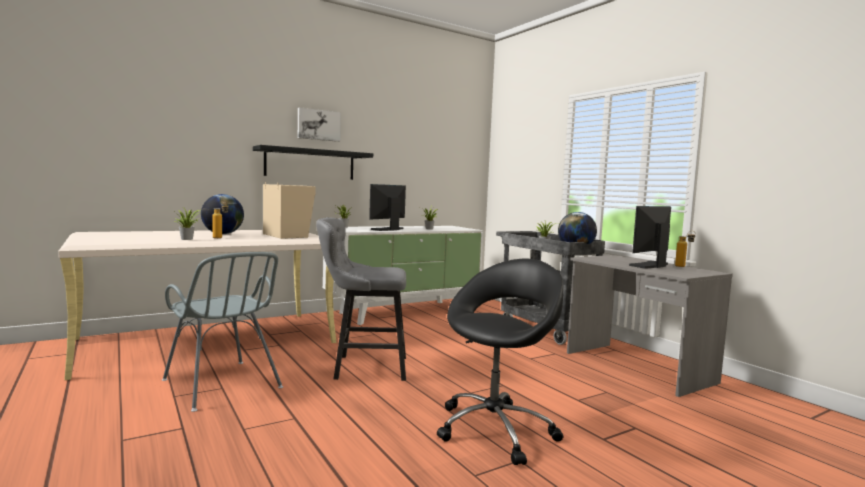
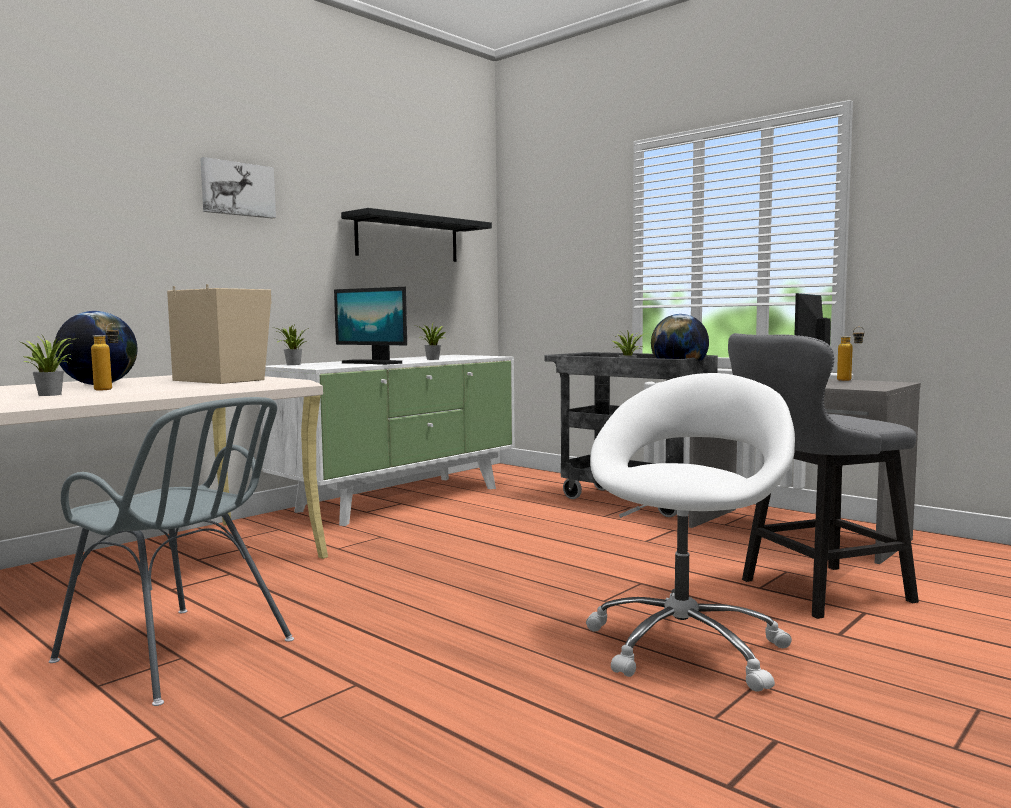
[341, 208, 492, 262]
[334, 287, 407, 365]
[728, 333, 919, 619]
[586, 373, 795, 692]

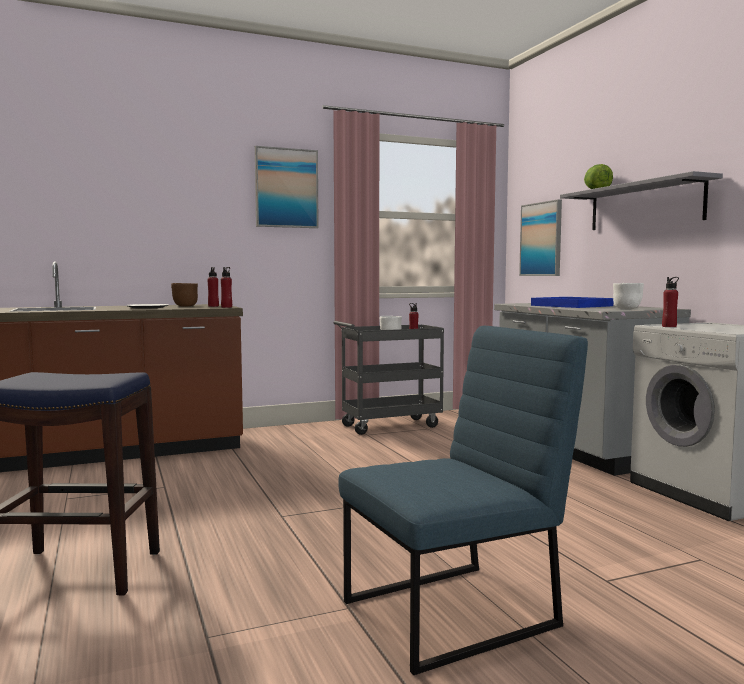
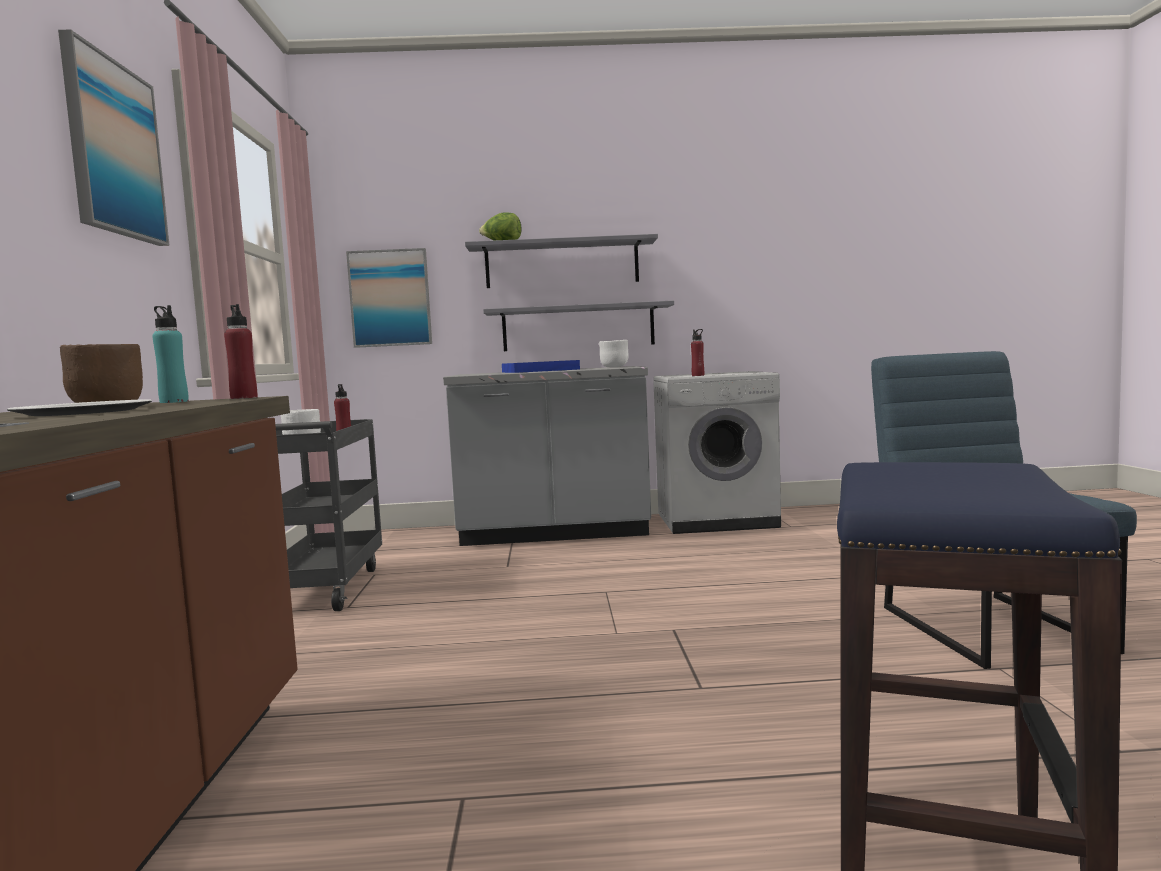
[152, 305, 189, 403]
[483, 300, 674, 351]

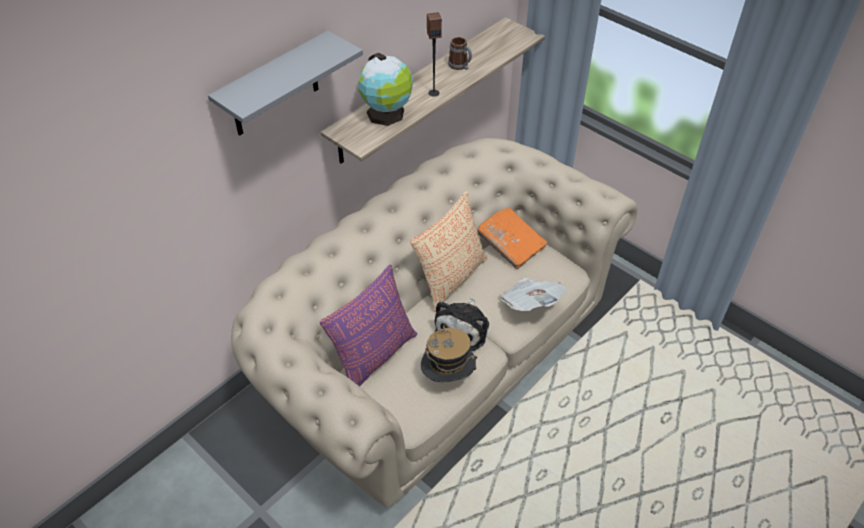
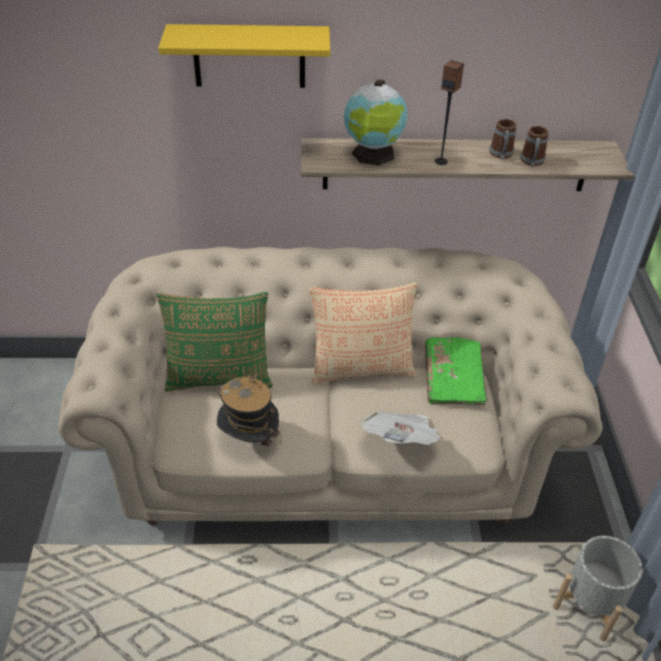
[158, 24, 330, 88]
[425, 337, 488, 405]
[156, 292, 273, 392]
[434, 298, 489, 351] (first image)
[520, 126, 549, 167]
[553, 536, 643, 641]

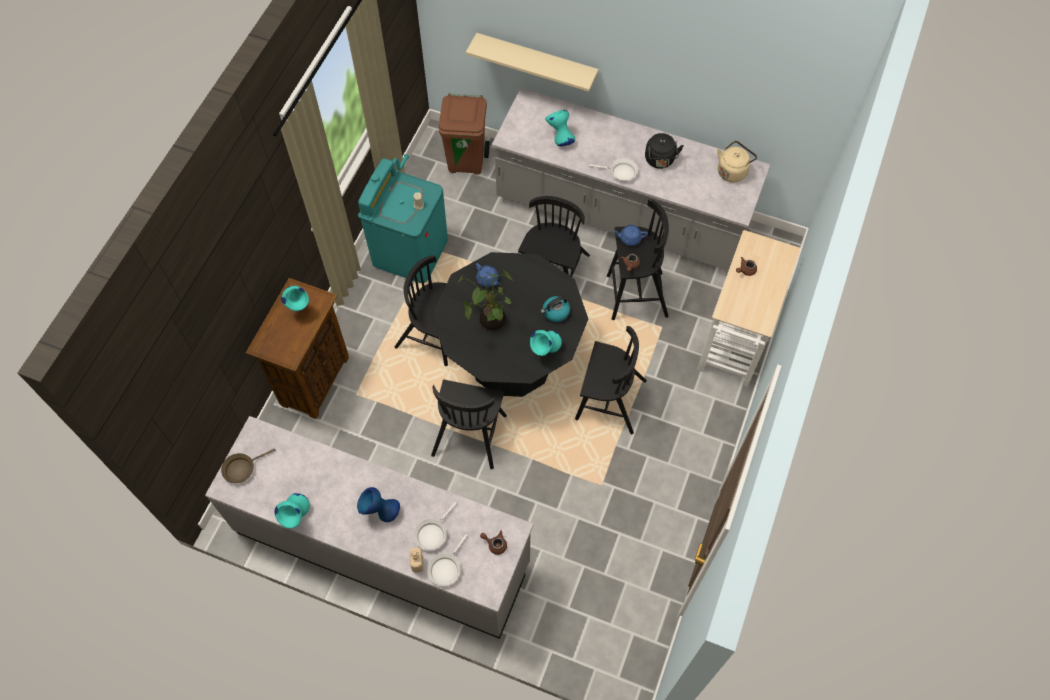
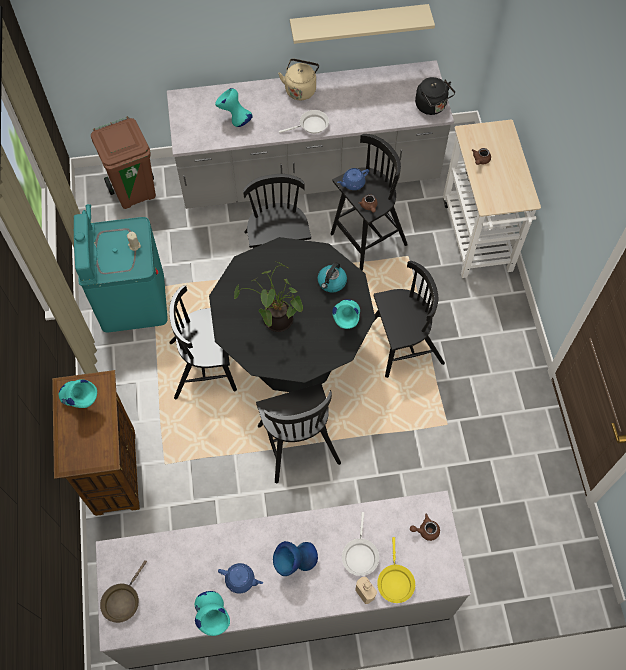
[290, 4, 435, 44]
[415, 77, 455, 115]
[278, 58, 319, 100]
[218, 563, 263, 594]
[377, 537, 415, 603]

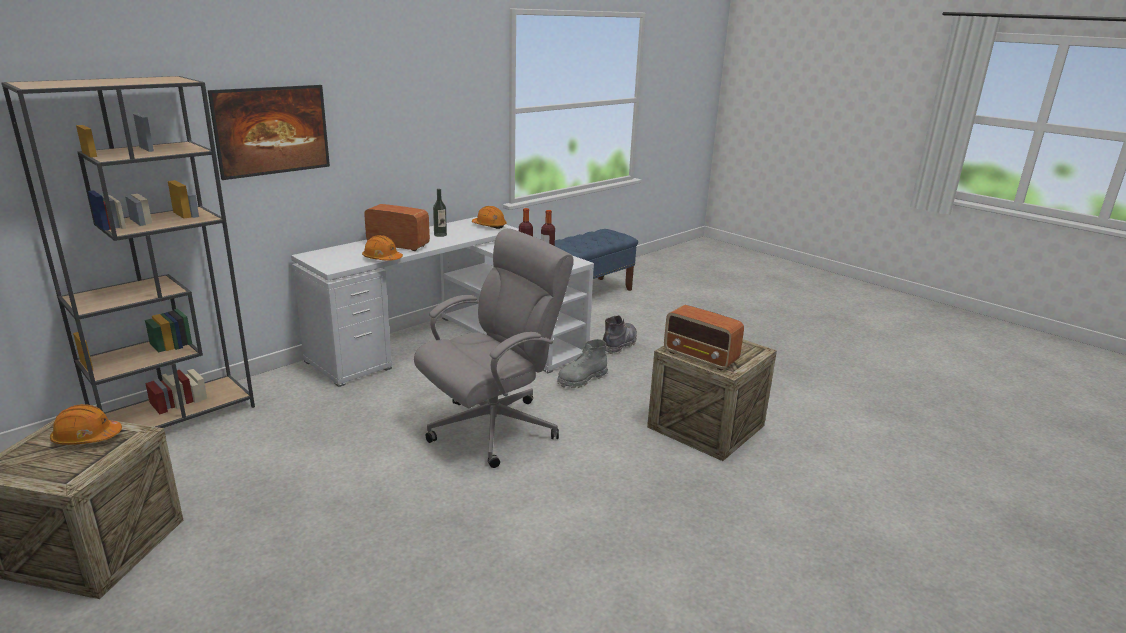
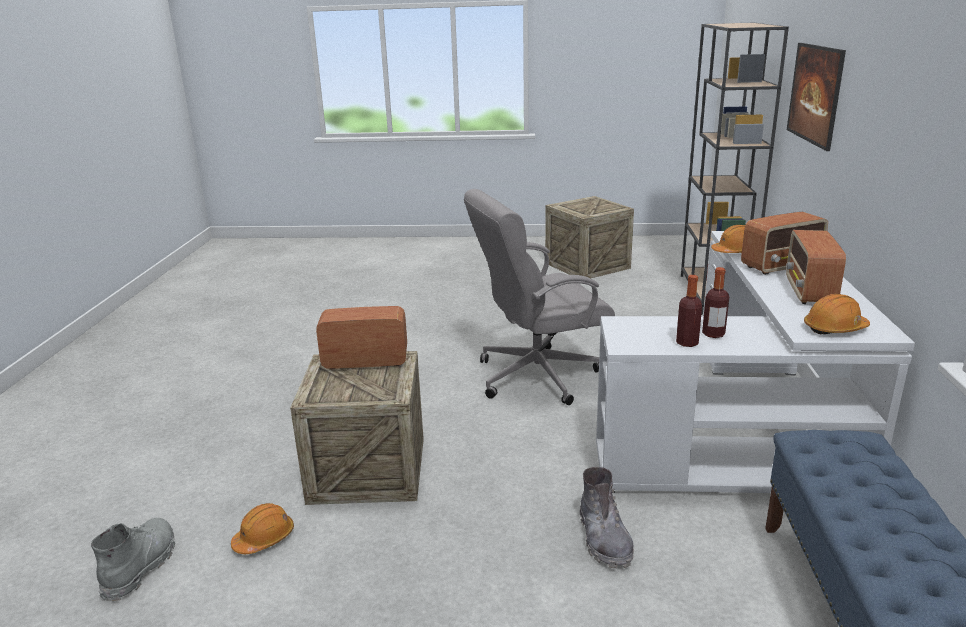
[786, 230, 846, 304]
[464, 189, 615, 405]
[91, 518, 175, 601]
[231, 503, 294, 554]

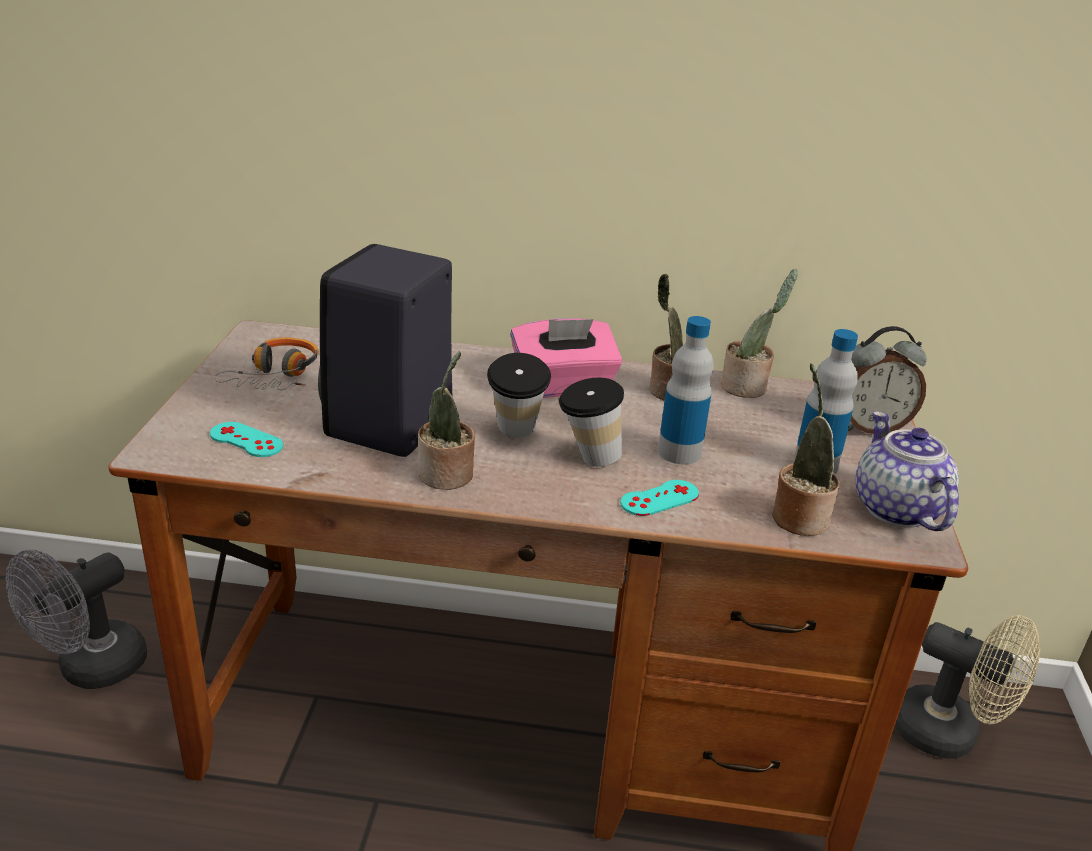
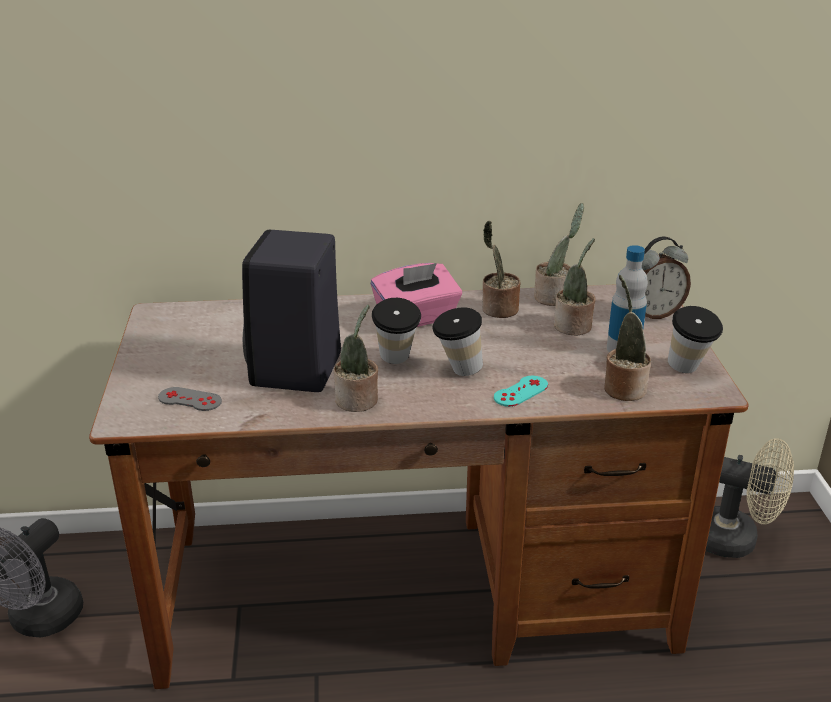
[658, 316, 714, 465] (first image)
[214, 338, 319, 390] (first image)
[668, 306, 723, 373]
[158, 387, 222, 411]
[554, 238, 596, 335]

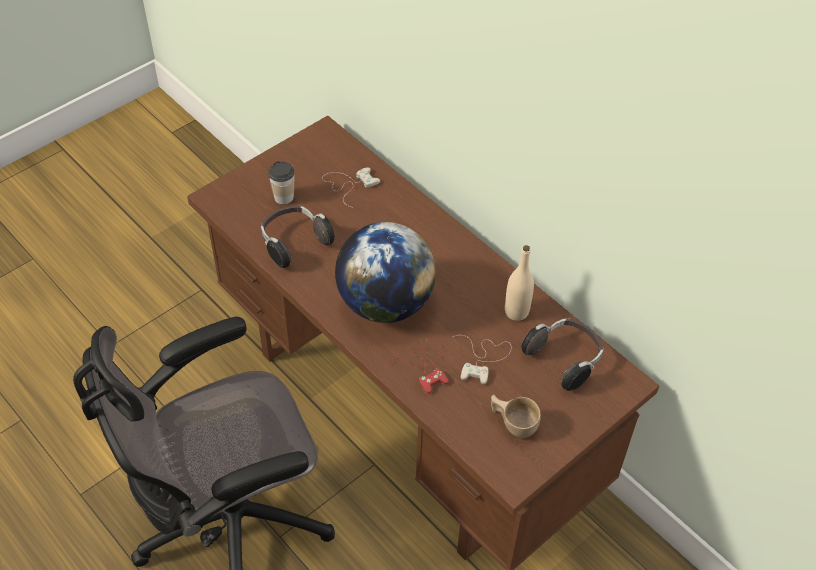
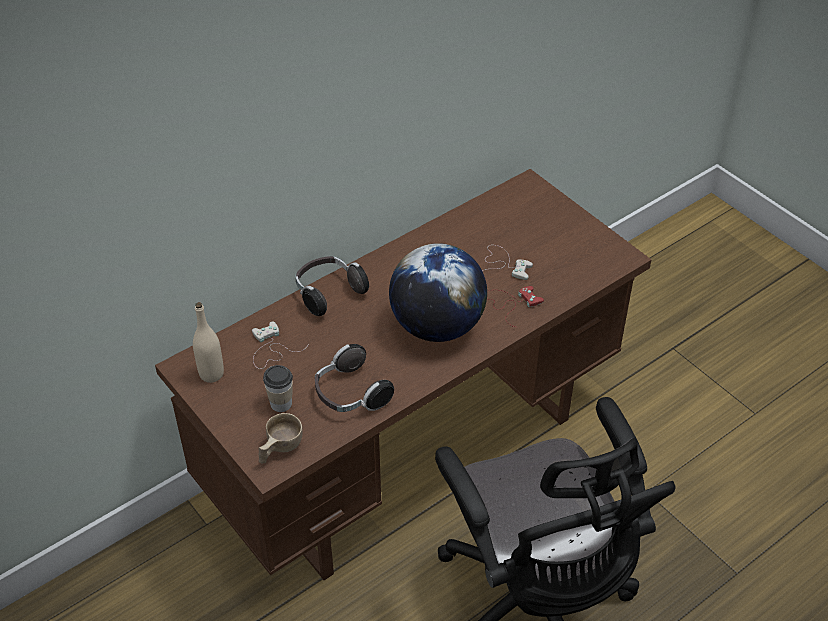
[193, 302, 224, 383]
[295, 256, 369, 316]
[258, 413, 303, 463]

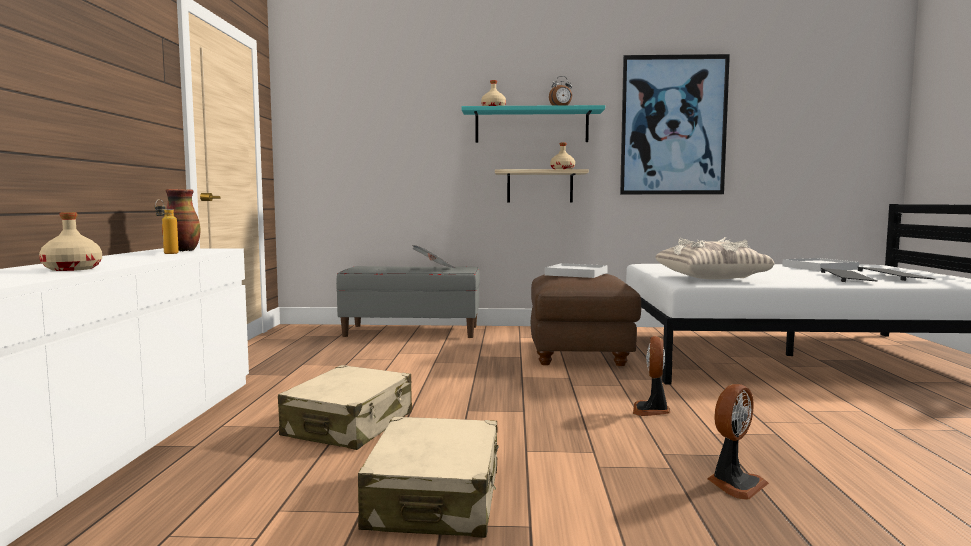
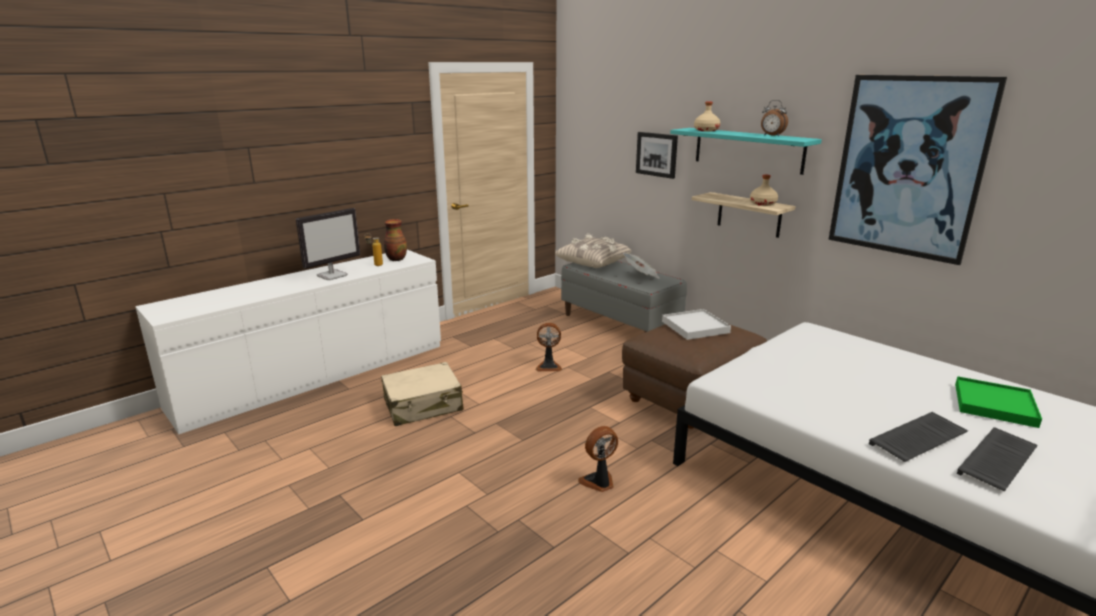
[39, 212, 102, 271] (first image)
[555, 233, 632, 268]
[955, 376, 1042, 428]
[536, 323, 562, 371]
[358, 417, 499, 538] (first image)
[636, 132, 678, 179]
[296, 208, 360, 280]

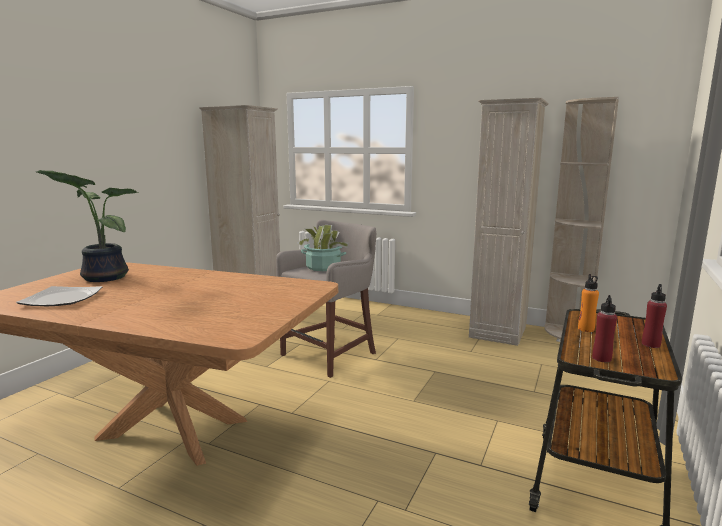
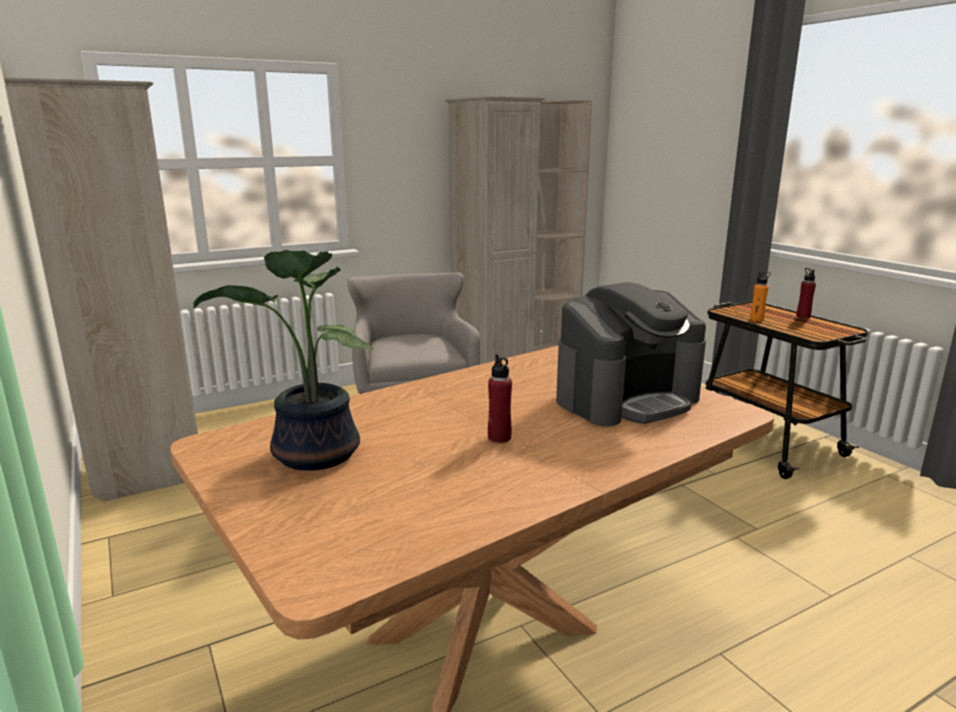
[297, 225, 349, 271] (first image)
[16, 286, 102, 307] (first image)
[488, 354, 512, 443]
[556, 282, 706, 426]

